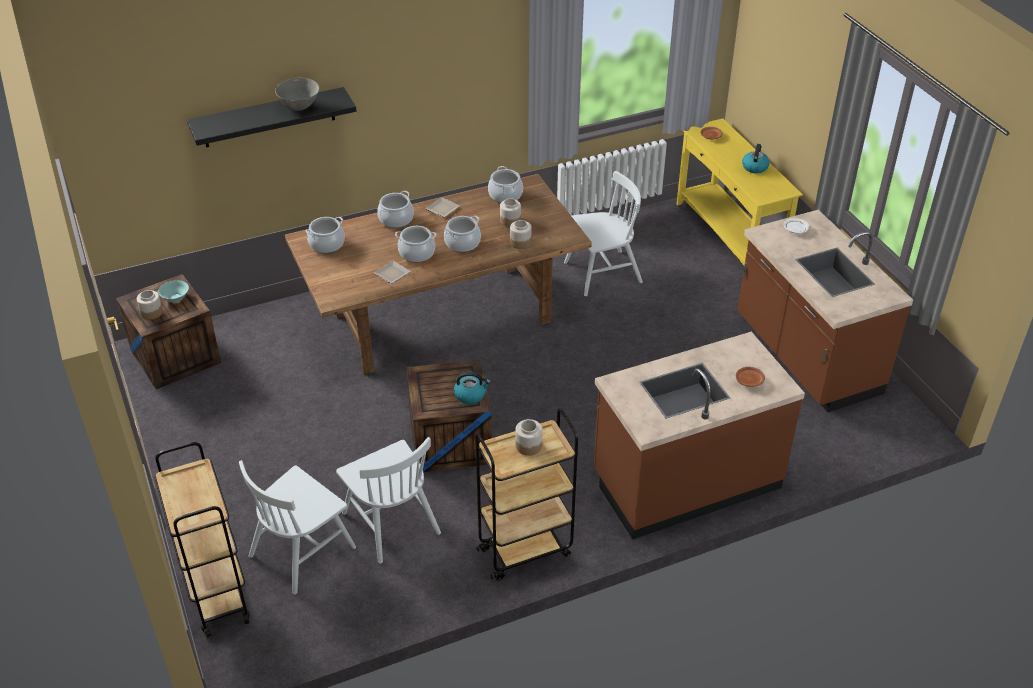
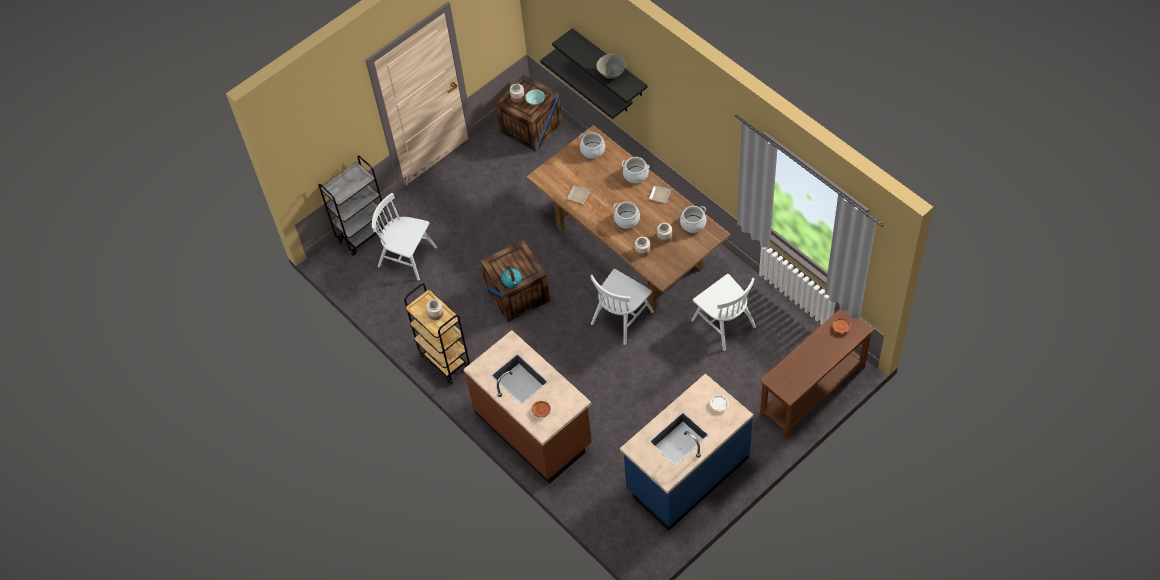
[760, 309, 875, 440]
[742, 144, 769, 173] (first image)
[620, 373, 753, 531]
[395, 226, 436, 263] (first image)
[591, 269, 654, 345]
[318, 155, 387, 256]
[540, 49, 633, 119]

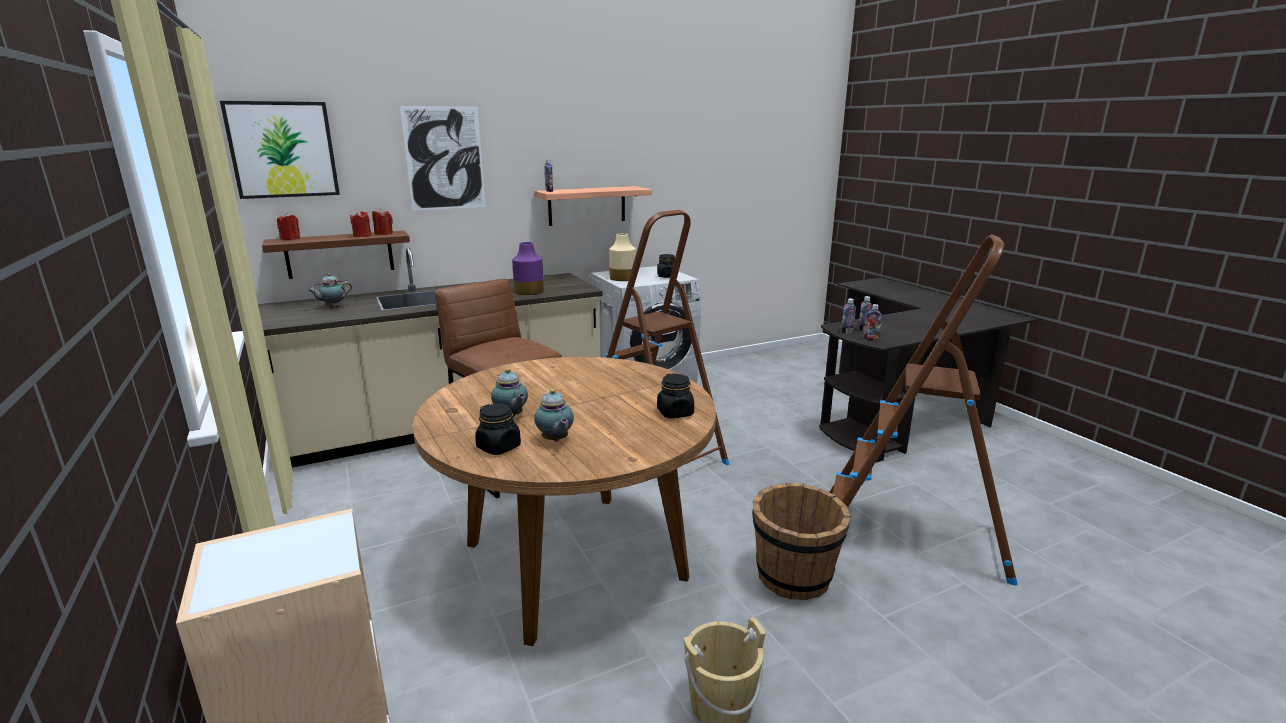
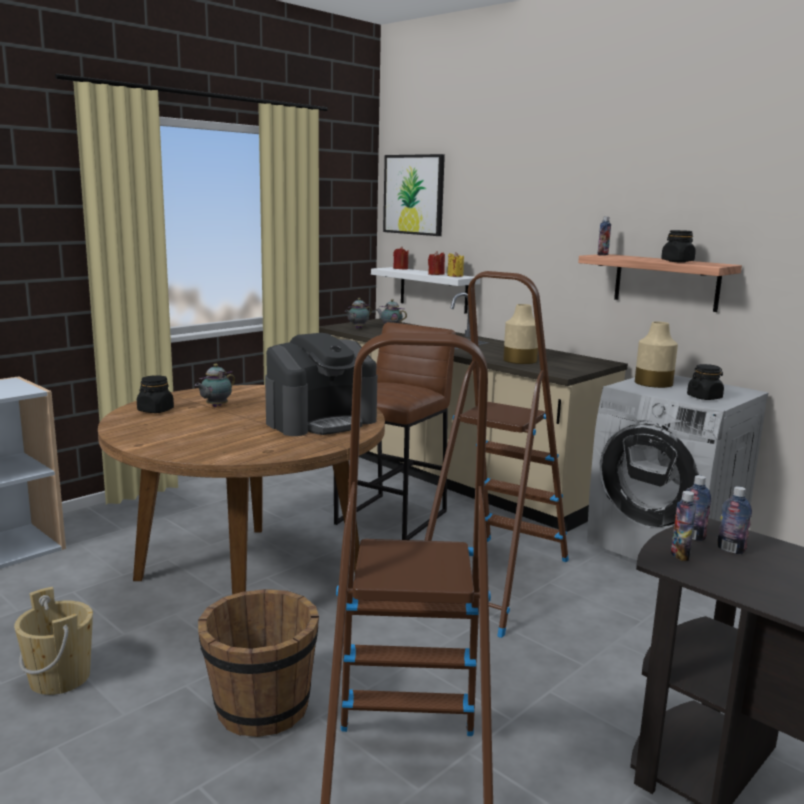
[400, 106, 486, 211] (first image)
[447, 252, 464, 277]
[371, 267, 480, 314]
[503, 304, 538, 364]
[661, 230, 696, 262]
[344, 298, 372, 329]
[265, 333, 377, 436]

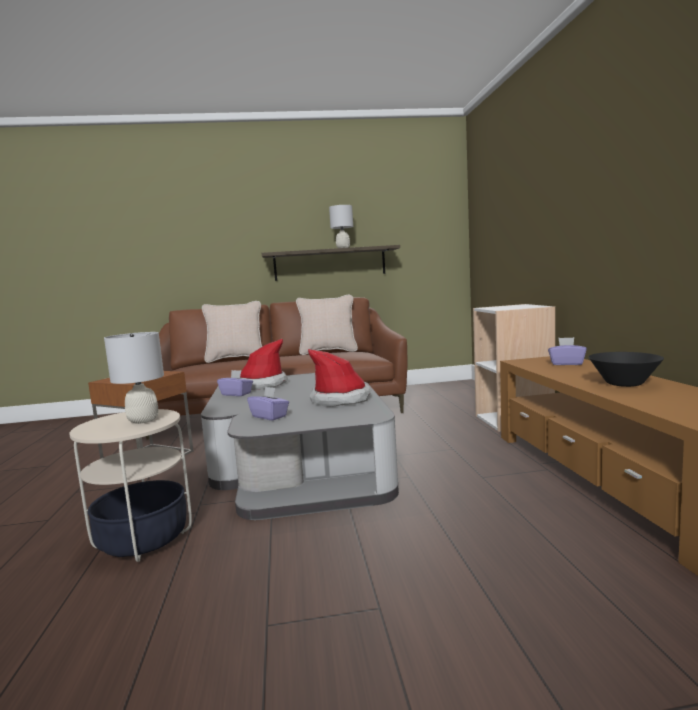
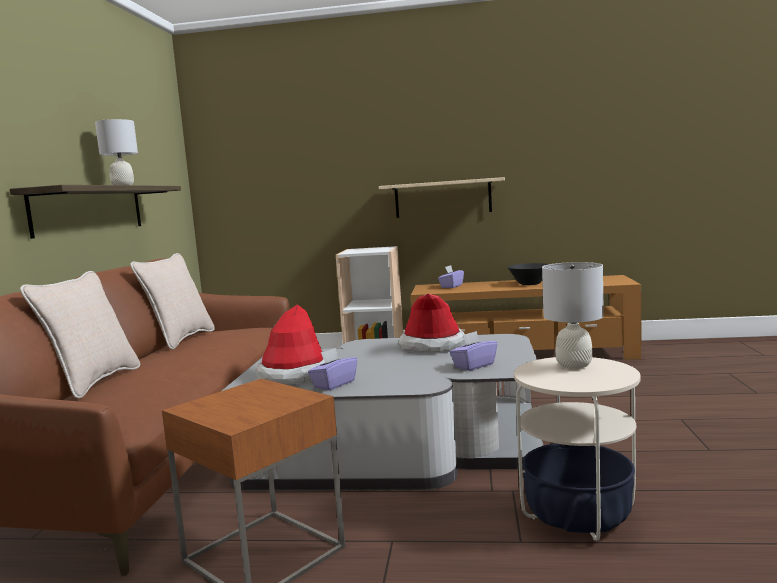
[379, 177, 505, 218]

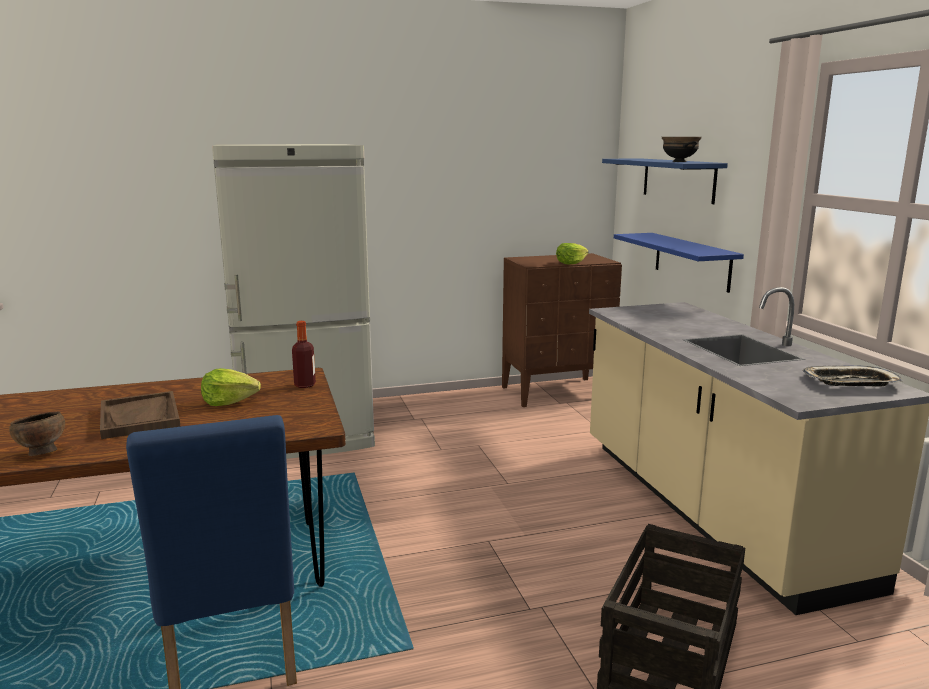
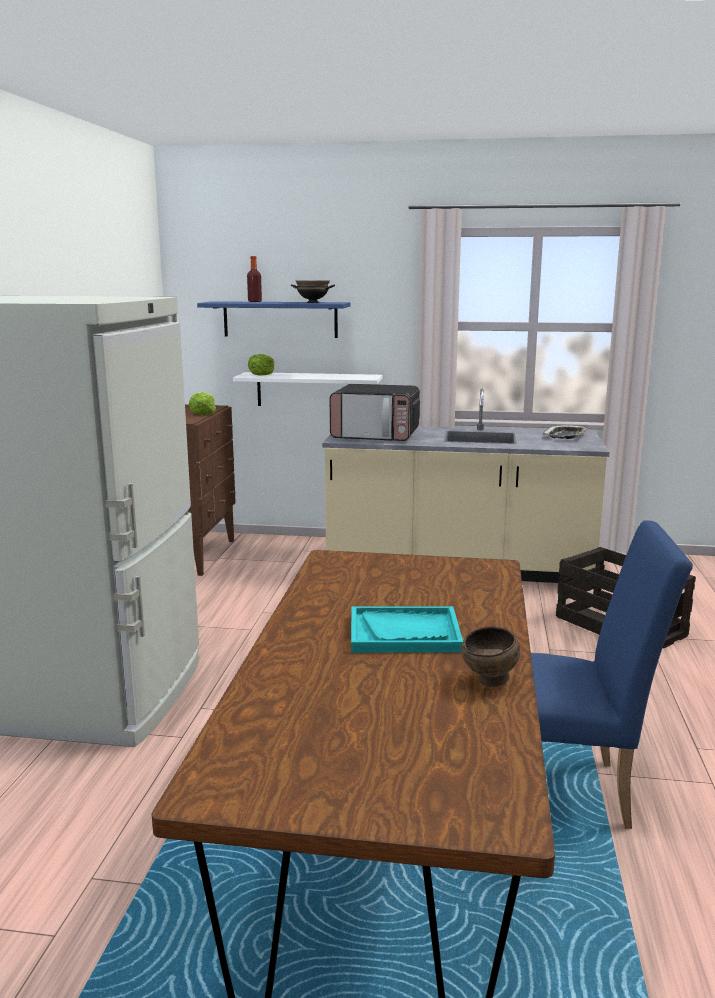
[233, 372, 383, 406]
[247, 256, 262, 302]
[248, 354, 274, 376]
[351, 606, 463, 653]
[330, 384, 420, 441]

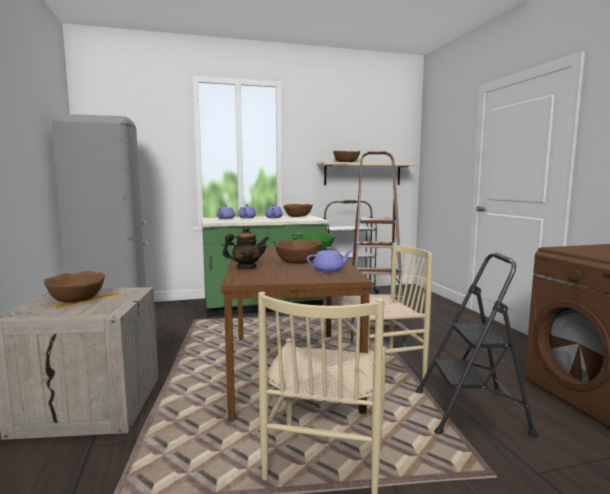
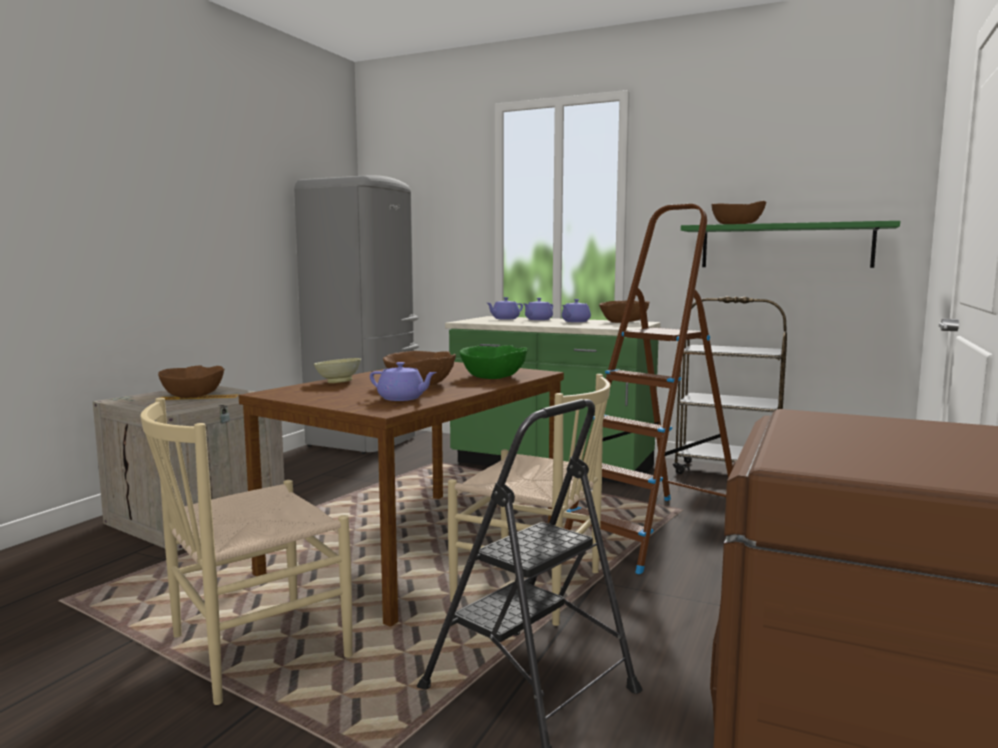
[681, 221, 900, 268]
[314, 358, 361, 383]

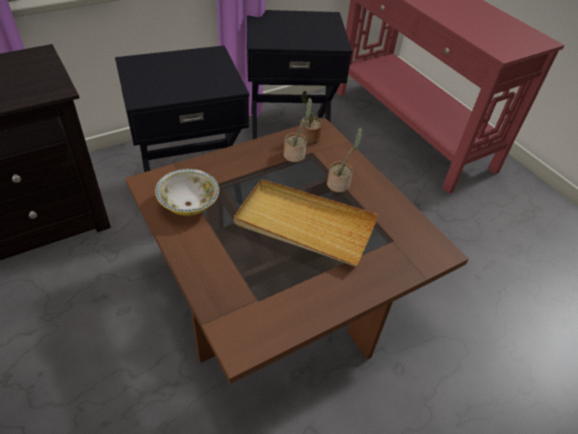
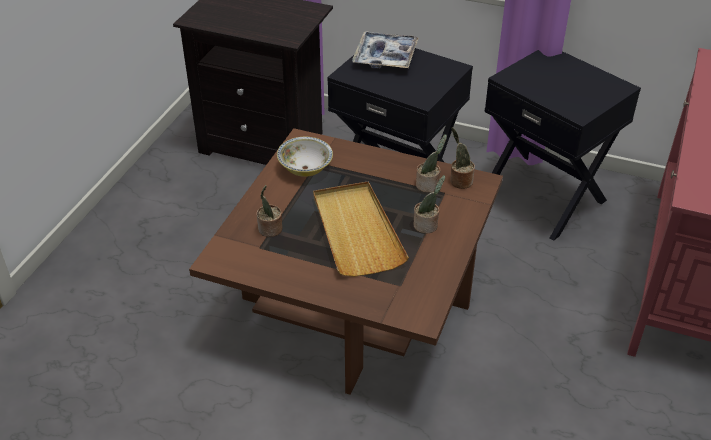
[352, 31, 419, 68]
[257, 185, 283, 237]

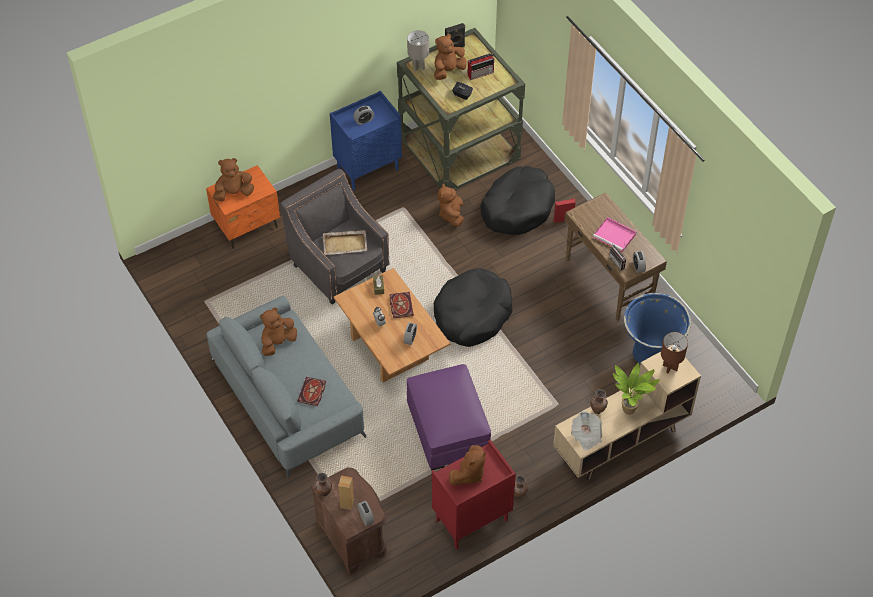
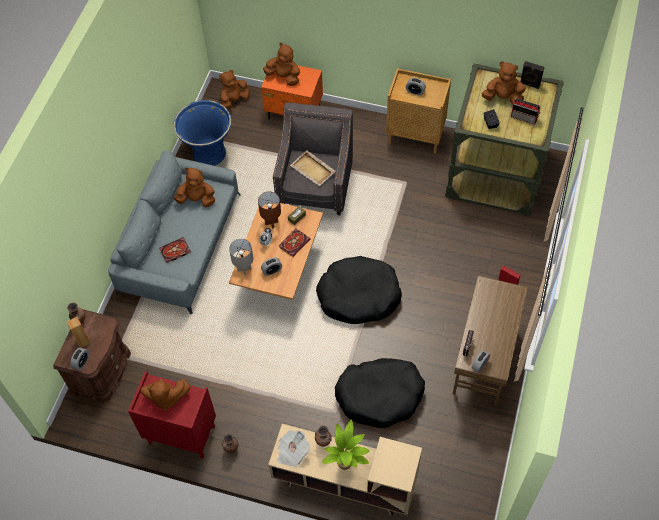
[229, 239, 254, 276]
[386, 68, 451, 154]
[335, 358, 425, 428]
[219, 70, 250, 109]
[593, 217, 636, 252] (first image)
[173, 100, 232, 166]
[258, 192, 281, 229]
[407, 364, 491, 470] (first image)

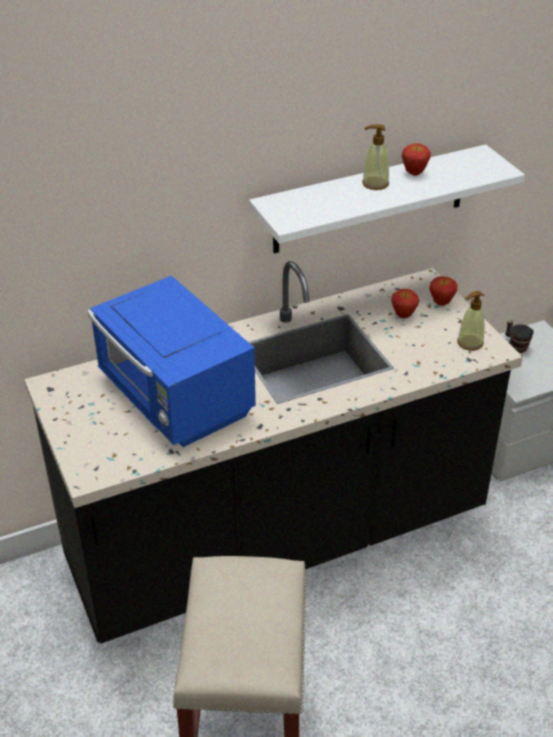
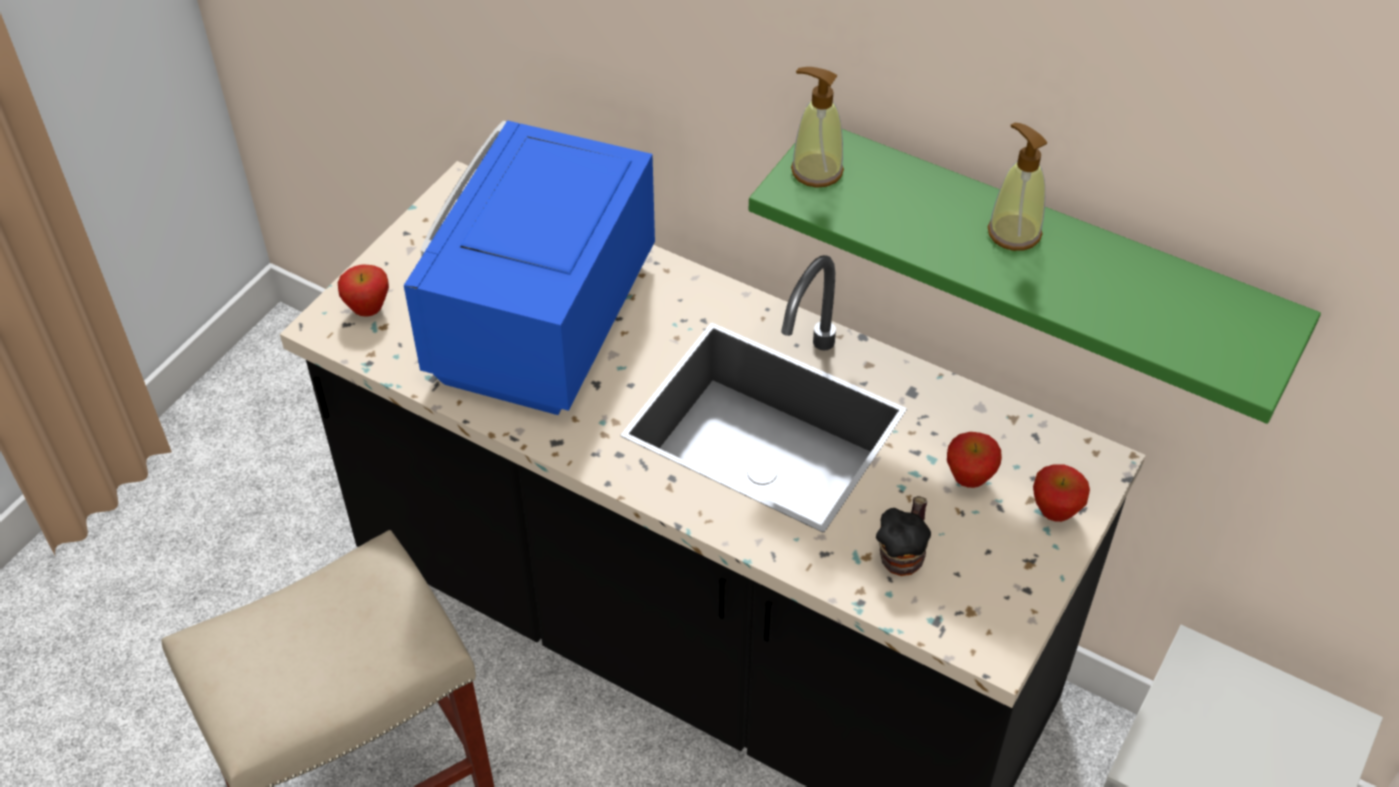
[338, 264, 389, 317]
[749, 129, 1321, 424]
[791, 67, 844, 188]
[876, 496, 931, 576]

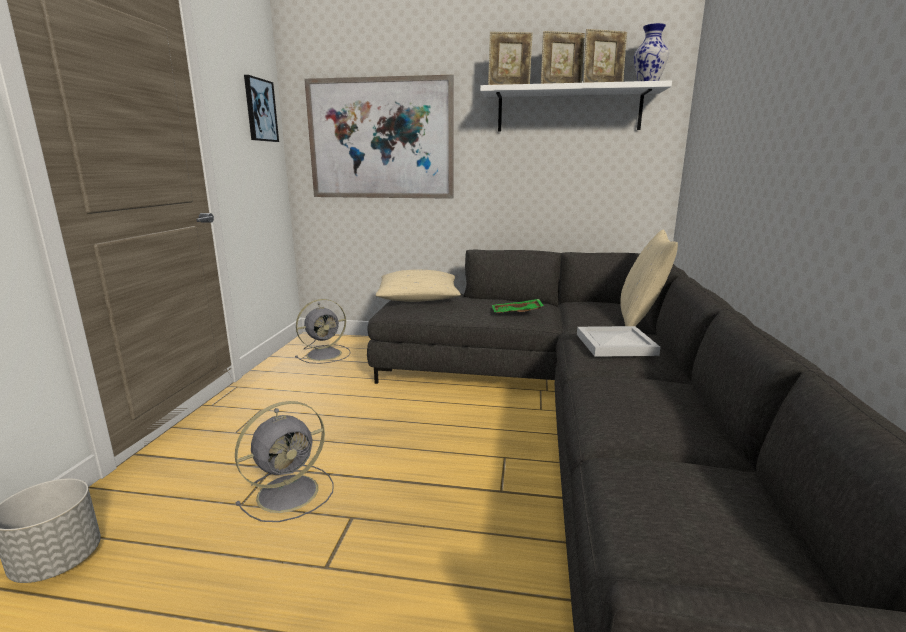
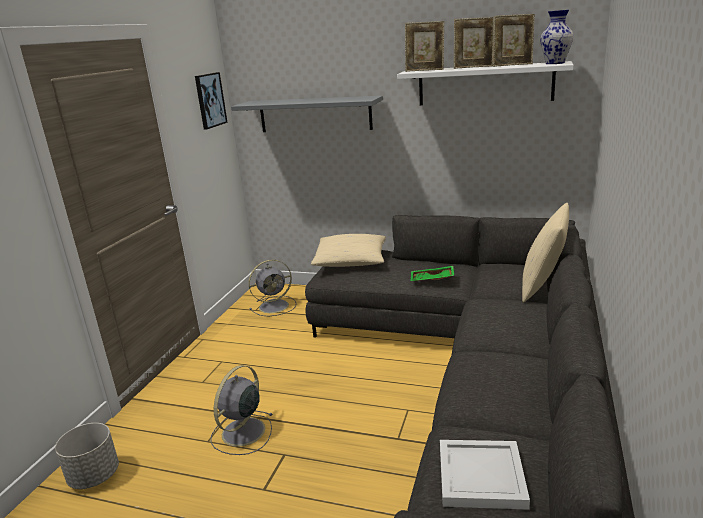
[231, 96, 383, 132]
[440, 440, 530, 510]
[211, 365, 272, 455]

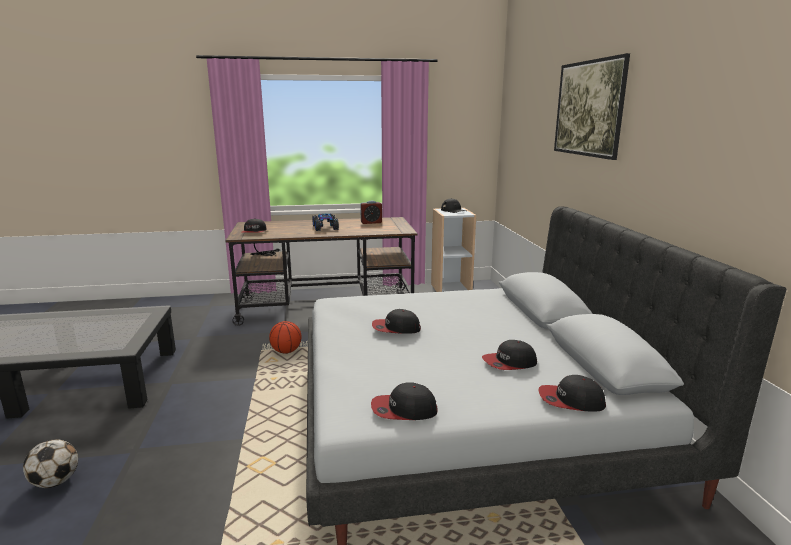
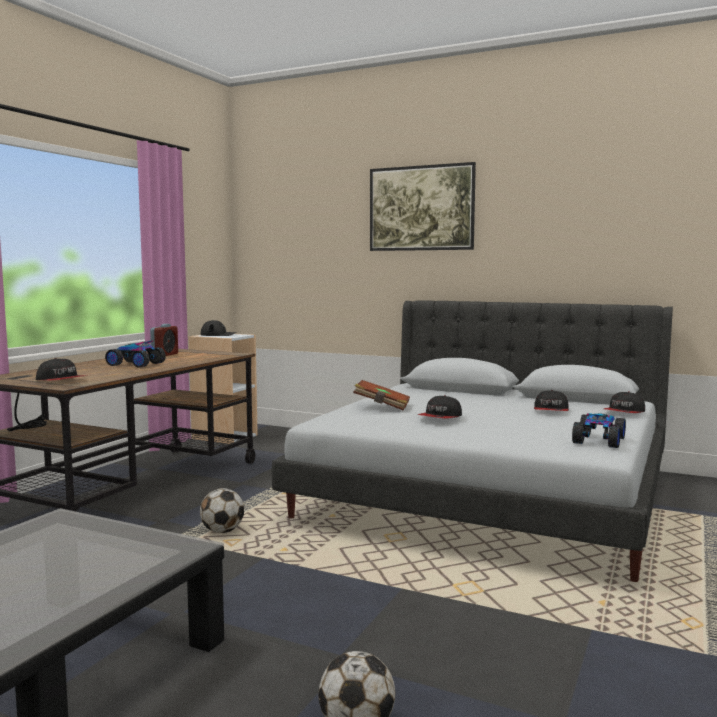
[200, 488, 244, 533]
[572, 413, 626, 448]
[353, 380, 410, 411]

